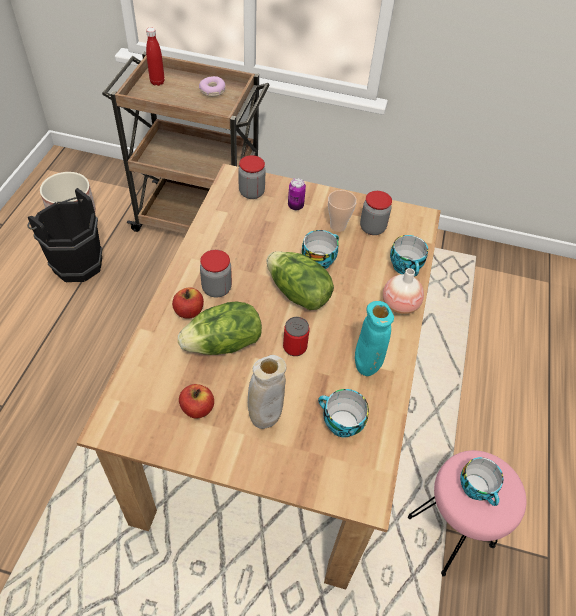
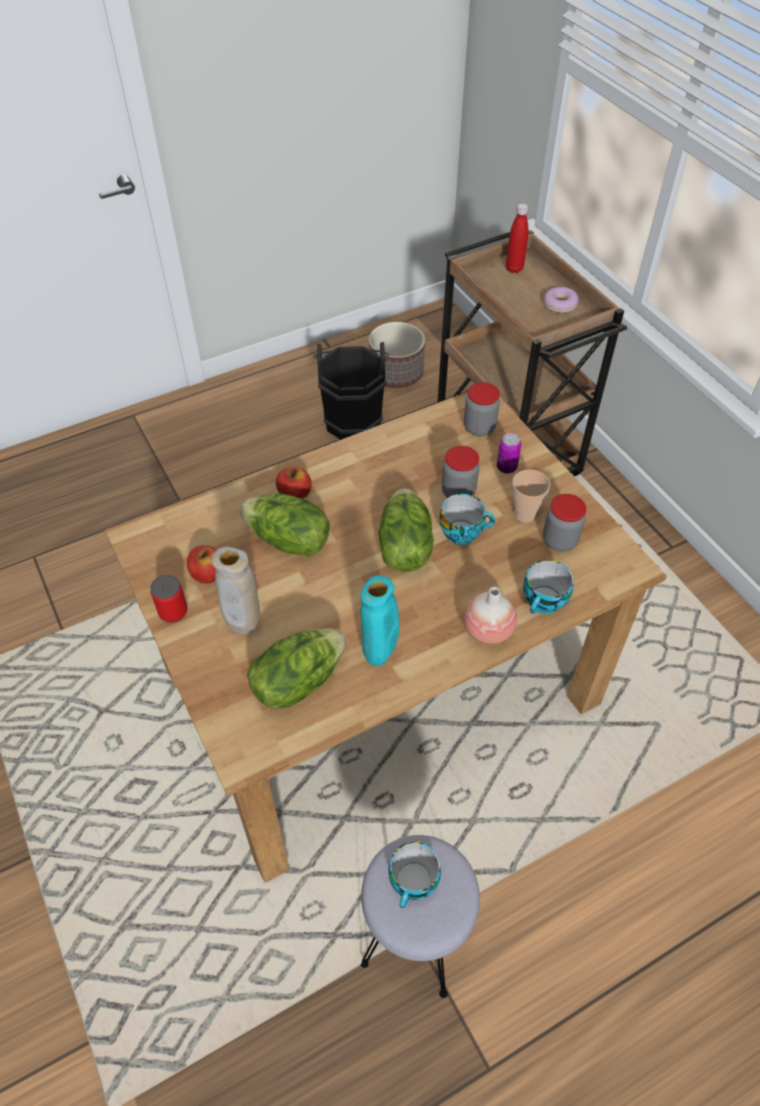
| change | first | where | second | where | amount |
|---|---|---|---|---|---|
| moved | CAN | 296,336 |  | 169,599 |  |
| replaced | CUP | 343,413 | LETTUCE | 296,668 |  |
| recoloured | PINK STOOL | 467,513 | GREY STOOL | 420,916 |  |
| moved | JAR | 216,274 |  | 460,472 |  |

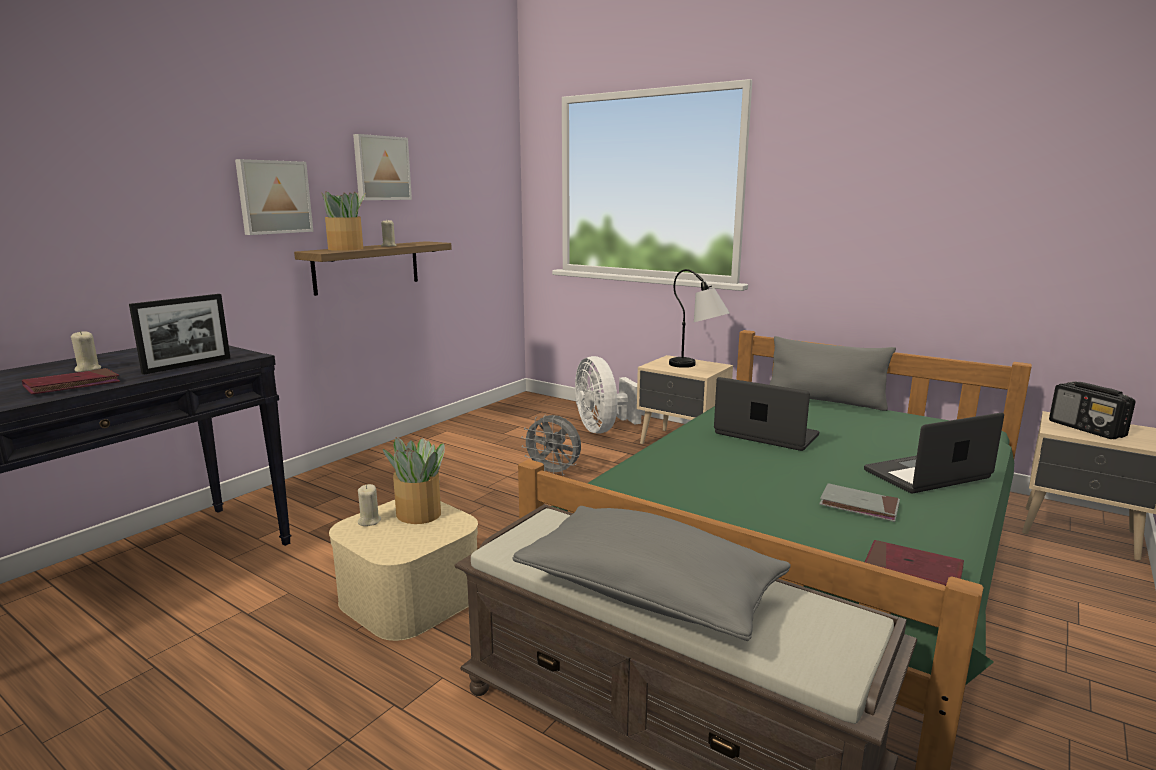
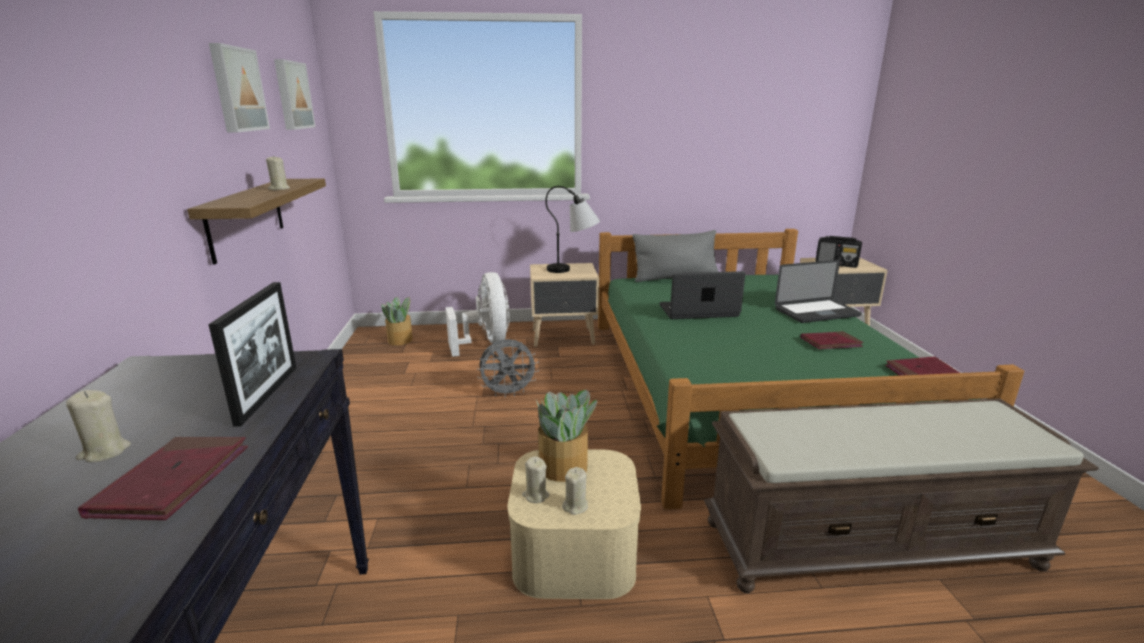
| change | first | where | second | where | amount |
|---|---|---|---|---|---|
| moved | PICTURE | 274,197 |  | 294,94 |  |
| moved | POTTED PLANT | 343,221 |  | 397,321 |  |
| turned | WHITE FAN | 608,394 |  | 477,314 | 135 degrees counterclockwise |
| added |  |  | BEIGE CANDLE | 575,491 |  |
| turned | LAPTOP | 934,453 |  | 818,291 | 135 degrees counterclockwise |
| recoloured | GREY BOOK | 859,502 | RED BOOK | 832,340 |  |
| removed | GREY PILLOW | 651,573 |  |  |  |

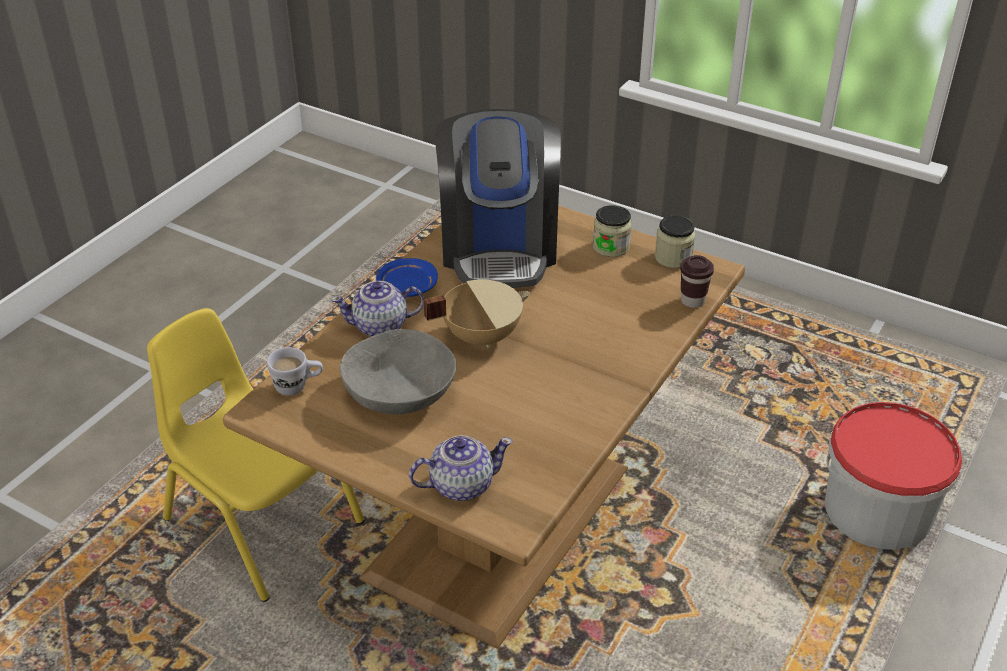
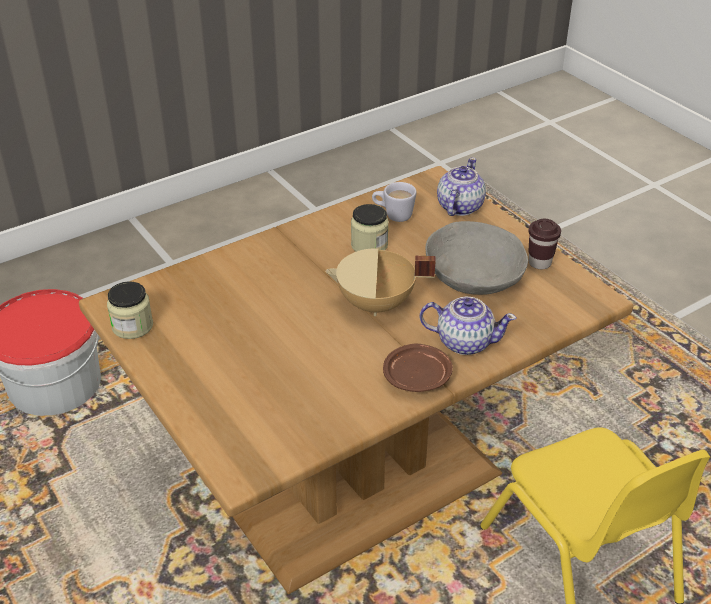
| change | first | where | second | where | amount |
|---|---|---|---|---|---|
| moved | JAR | 612,231 |  | 370,228 |  |
| moved | WHITE MUG | 295,371 |  | 394,202 |  |
| recoloured | BLUE PLATE | 407,277 | BROWN PLATE | 418,367 |  |
| turned | TEAPOT | 461,468 |  | 461,186 | 105 degrees clockwise |
| moved | BROWN CUP | 697,281 |  | 544,244 |  |
| removed | COFFEE MACHINE | 498,198 |  |  |  |

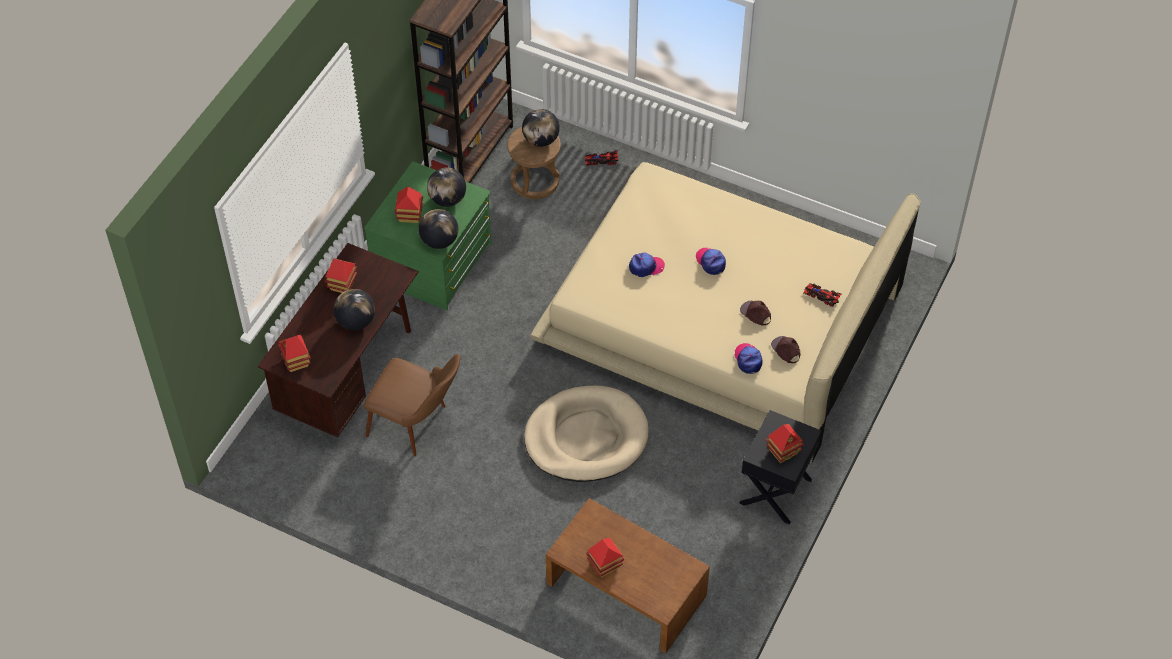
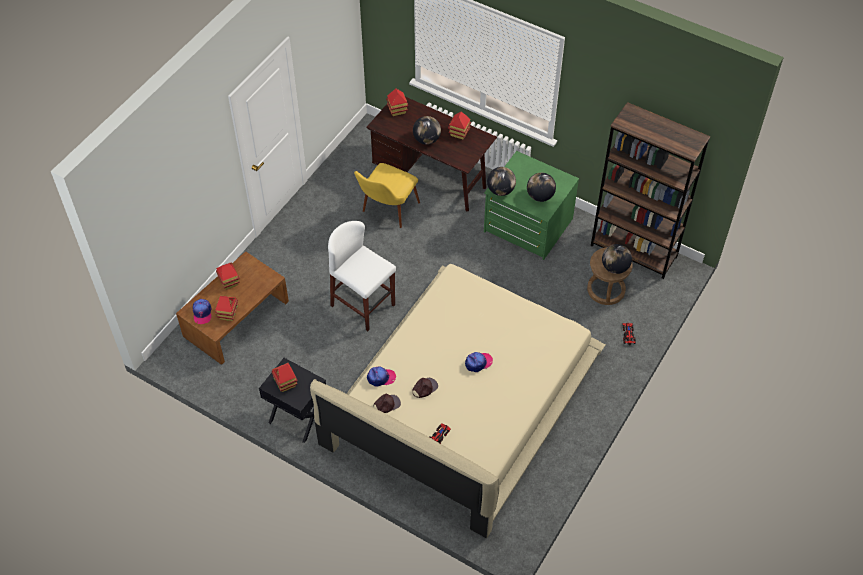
| change | first | where | second | where | amount |
|---|---|---|---|---|---|
| moved | CAP | 647,265 |  | 202,311 |  |
| moved | TOY HOUSE | 408,205 |  | 226,308 |  |
| replaced | BEIGE DOG BED | 586,434 | WHITE STOOL | 362,276 |  |
| recoloured | BROWN CHAIR | 412,405 | YELLOW CHAIR | 387,195 |  |

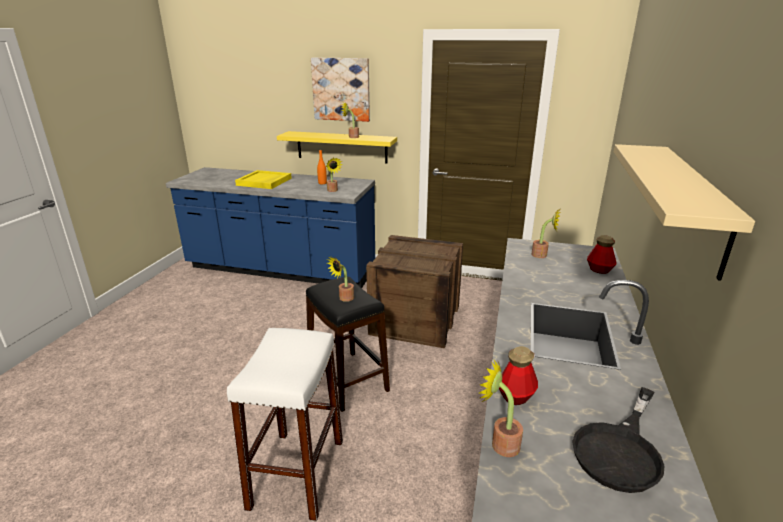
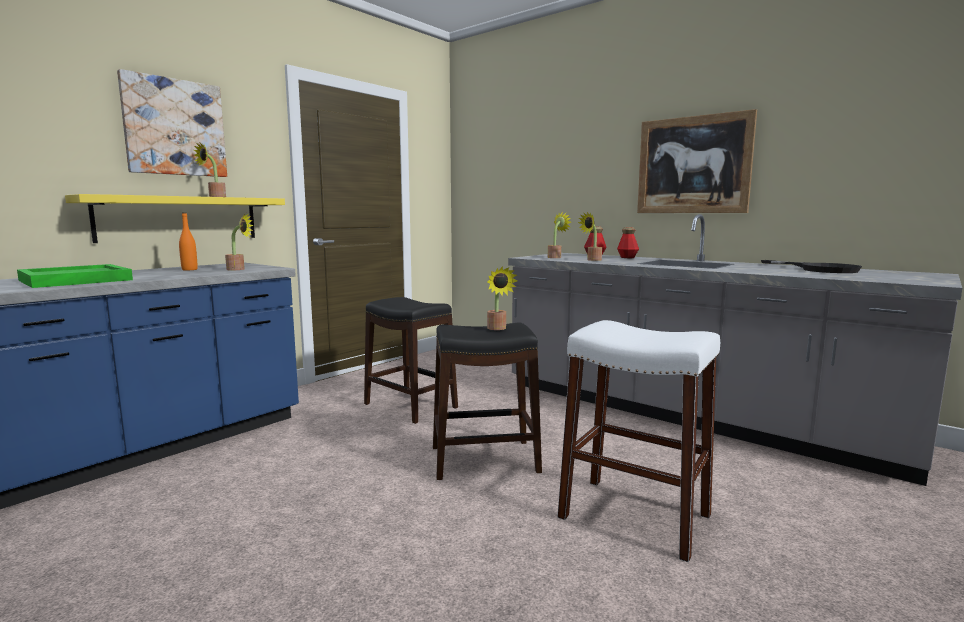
| change | first | where | second | where | amount |
|---|---|---|---|---|---|
| recoloured | YELLOW TRAY | 263,179 | GREEN TRAY | 75,276 |  |
| replaced | CRATE | 414,291 | BLACK STOOL | 411,360 |  |
| moved | POTTED PLANT | 501,408 |  | 590,236 |  |
| moved | BOTTLE | 518,375 |  | 628,242 |  |
| replaced | BEIGE SHELF | 684,212 | PICTURE | 697,161 |  |

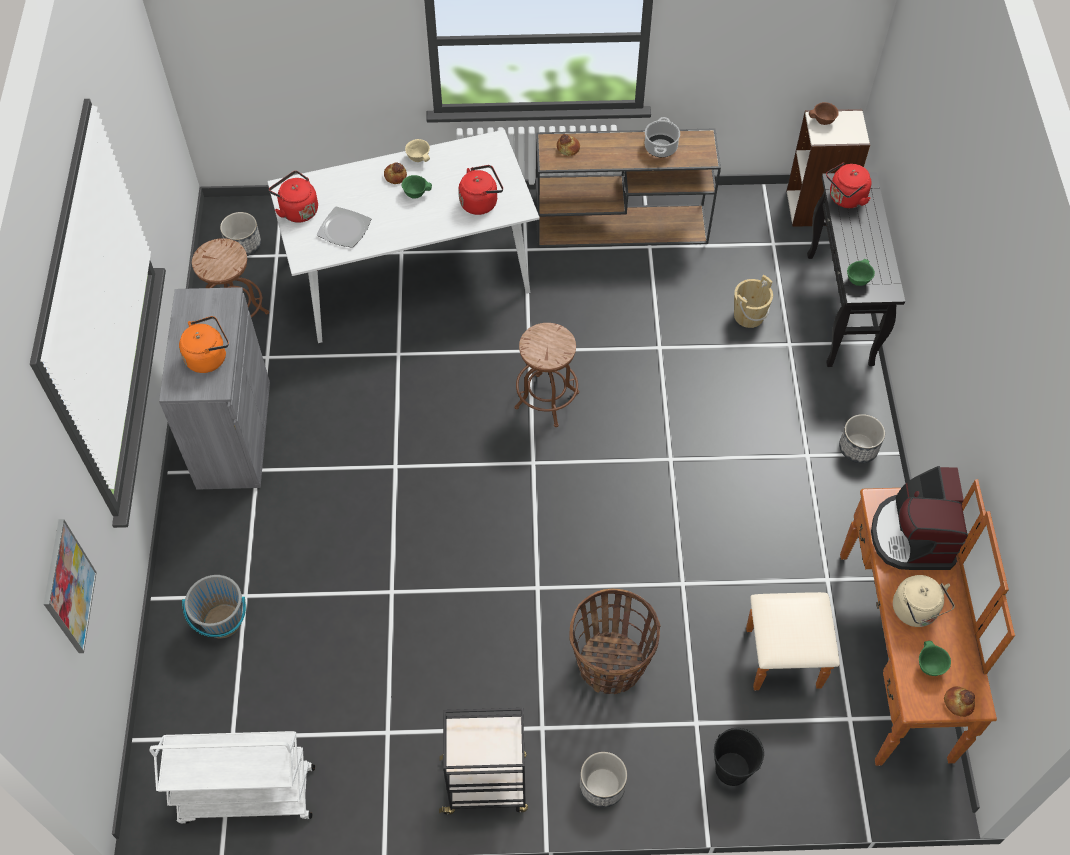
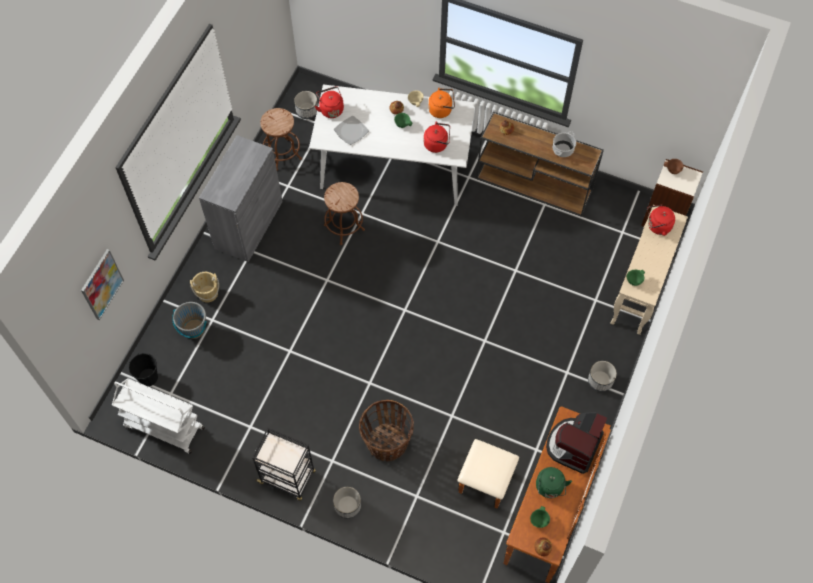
| change | first | where | second | where | amount |
|---|---|---|---|---|---|
| moved | BLACK BUCKET | 739,757 |  | 143,369 |  |
| moved | BEIGE BUCKET | 753,301 |  | 204,287 |  |
| moved | BROWN STOOL | 547,375 |  | 344,213 |  |
| moved | ORANGE KETTLE | 204,344 |  | 441,103 |  |
| recoloured | BEIGE KETTLE | 924,601 | GREEN KETTLE | 554,482 |  |
| recoloured | BLACK CONSOLE TABLE | 856,269 | BEIGE CONSOLE TABLE | 649,270 |  |

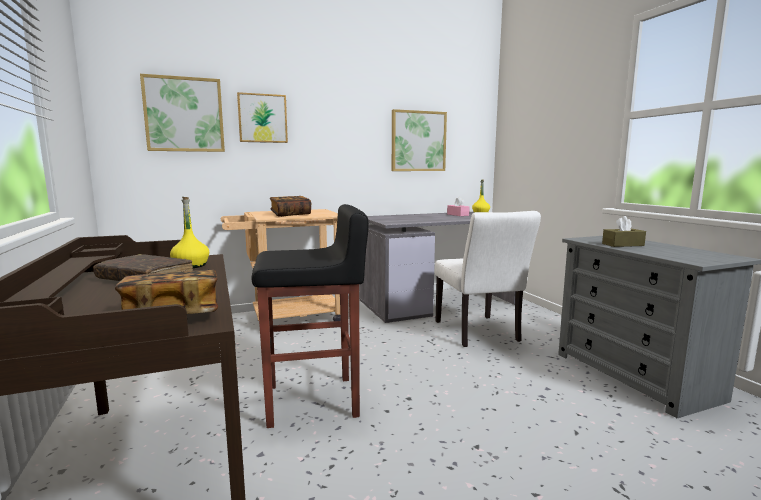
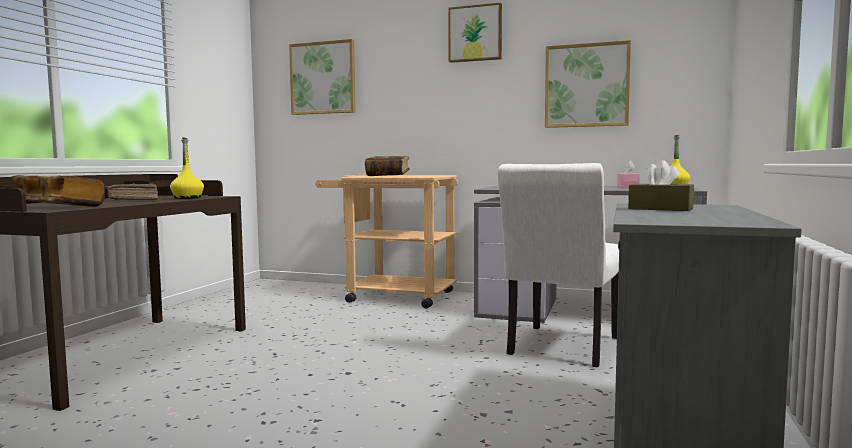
| change | first | where | second | where | amount |
|---|---|---|---|---|---|
| moved | PICTURE | 262,117 |  | 475,33 |  |
| removed | BLACK STOOL | 310,316 |  |  |  |

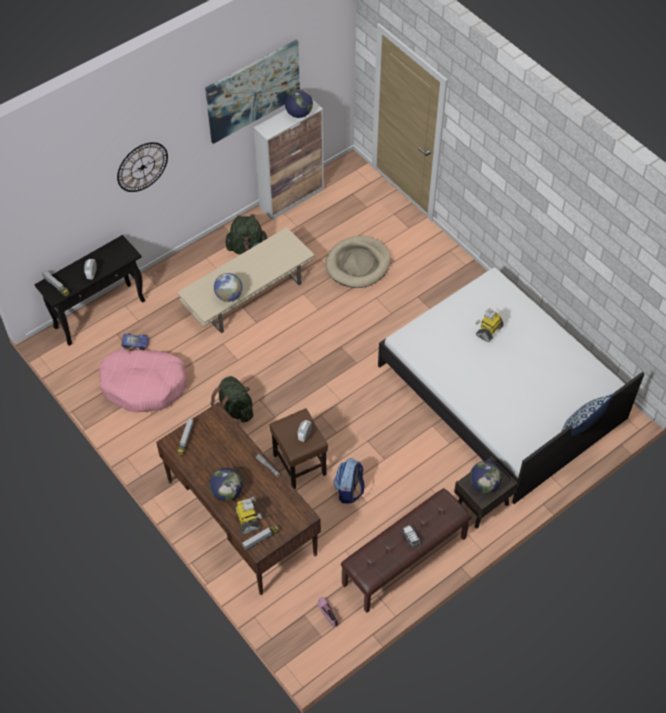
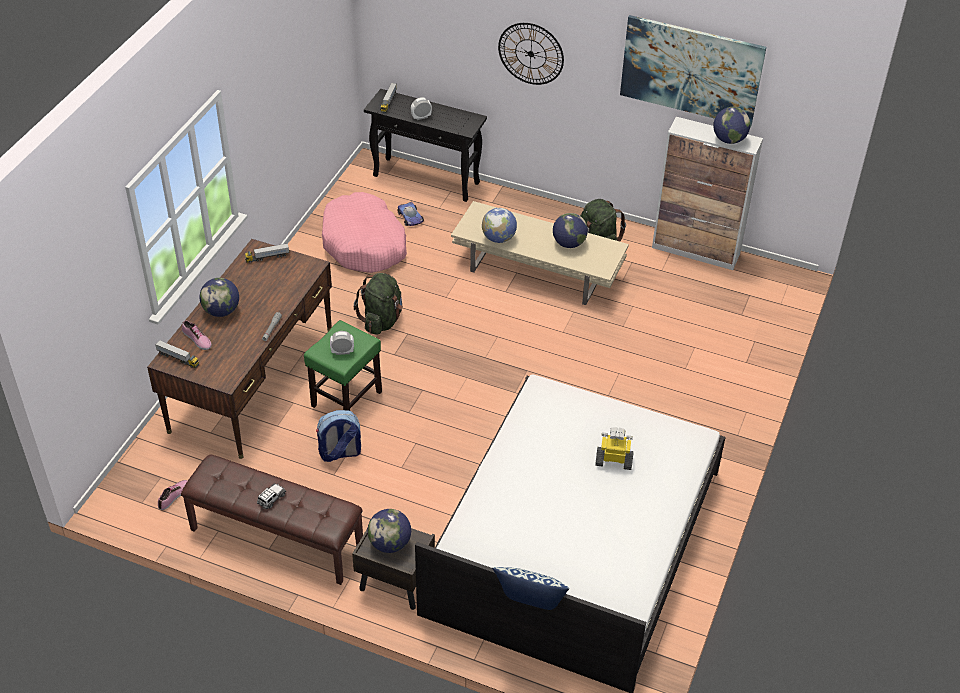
| change | first | where | second | where | amount |
|---|---|---|---|---|---|
| replaced | TOY ROBOT | 247,515 | SHOE | 197,335 |  |
| recoloured | BROWN STOOL | 299,448 | GREEN STOOL | 343,365 |  |
| added |  |  | GLOBE | 570,230 |  |
| removed | BEIGE DOG BED | 358,262 |  |  |  |

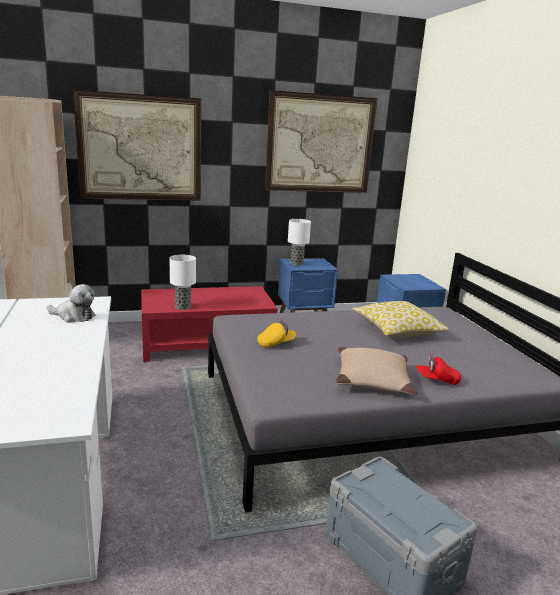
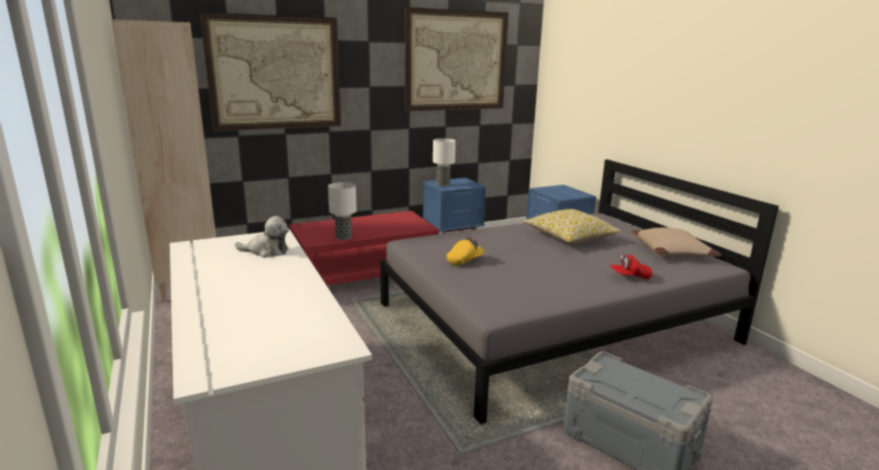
| change | first | where | second | where | amount |
|---|---|---|---|---|---|
| moved | BEIGE PILLOW | 376,370 |  | 676,242 |  |

